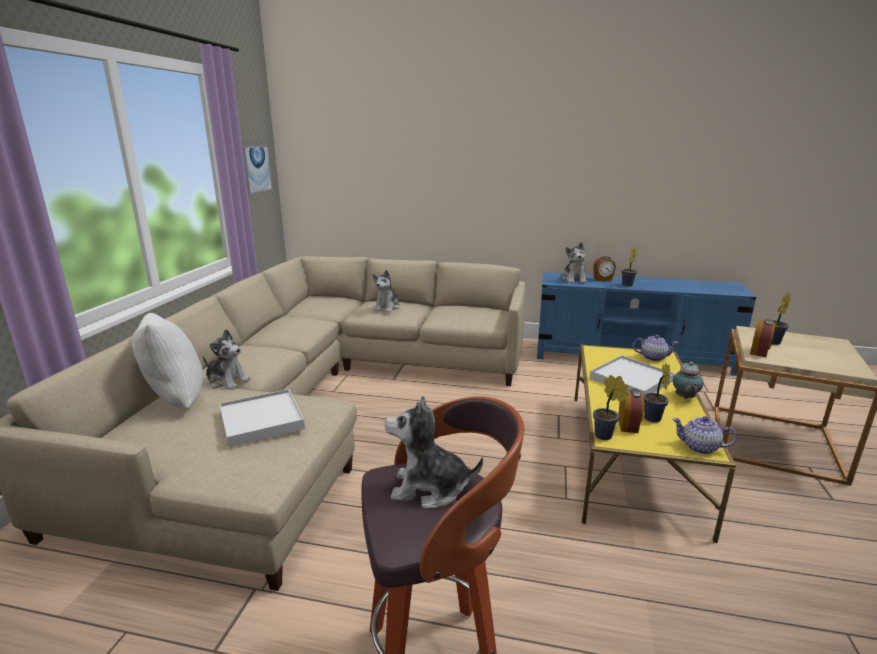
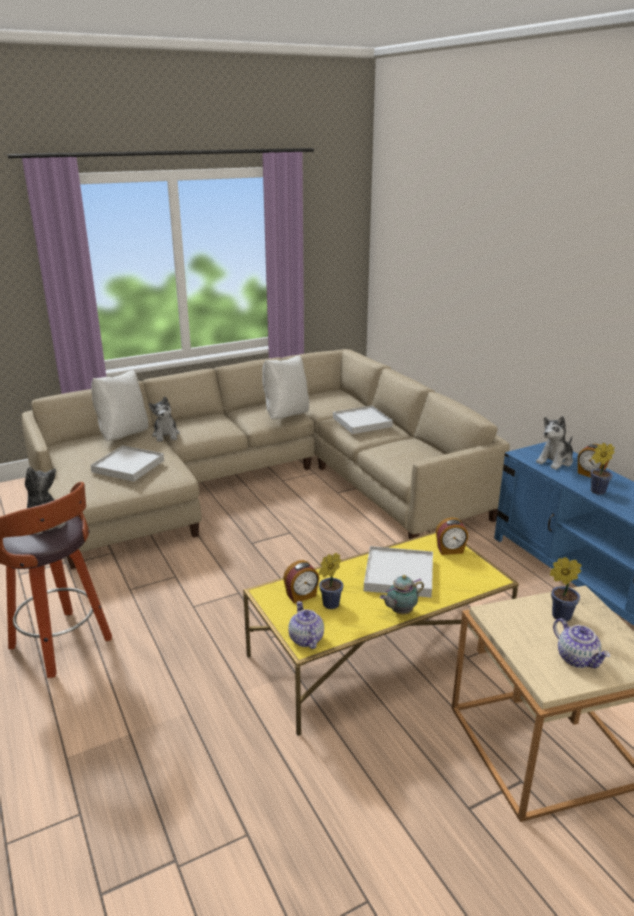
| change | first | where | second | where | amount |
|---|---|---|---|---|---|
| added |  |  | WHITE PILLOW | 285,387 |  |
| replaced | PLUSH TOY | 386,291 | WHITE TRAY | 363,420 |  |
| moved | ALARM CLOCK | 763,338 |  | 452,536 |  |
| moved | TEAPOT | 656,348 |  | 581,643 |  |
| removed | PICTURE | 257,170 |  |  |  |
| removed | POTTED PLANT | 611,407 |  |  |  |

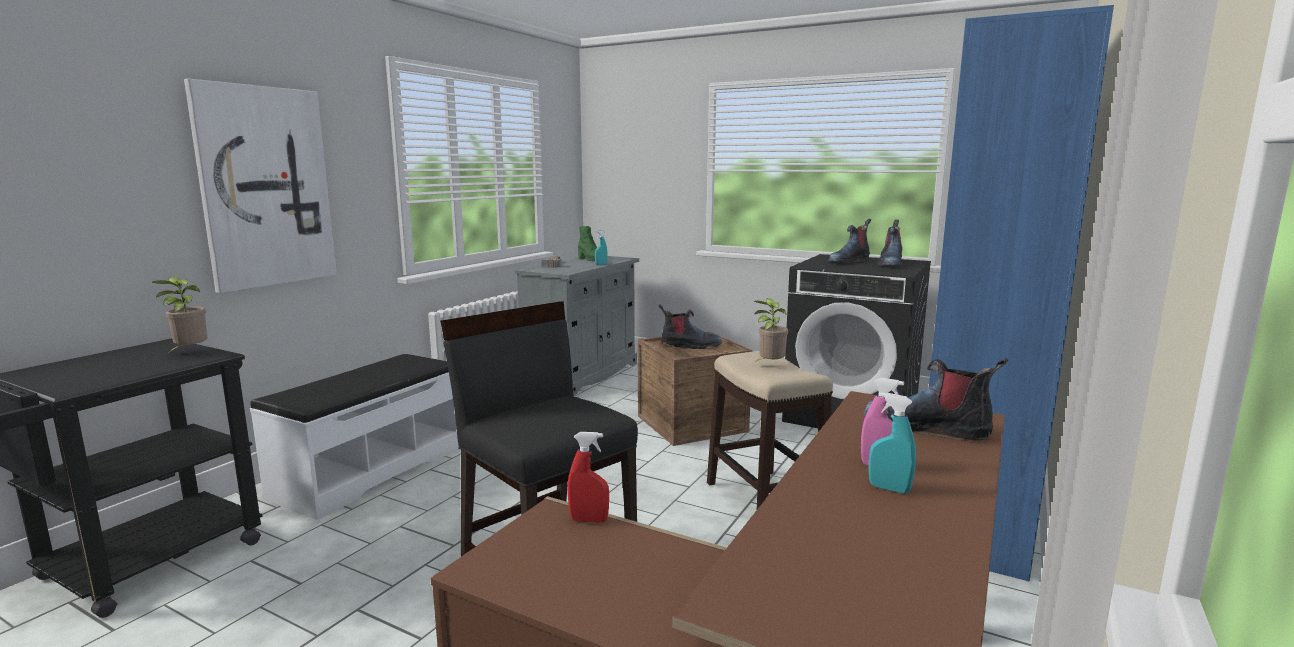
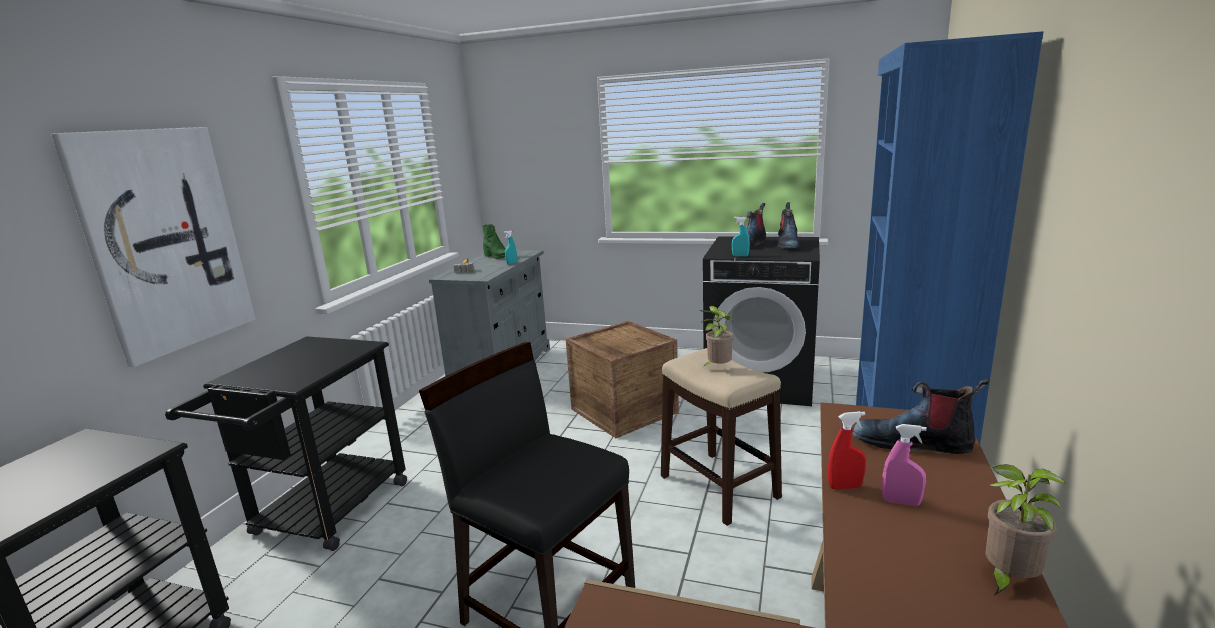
| change | first | where | second | where | amount |
|---|---|---|---|---|---|
| replaced | WHITE BENCH | 354,437 | BLACK CART | 286,443 |  |
| moved | TURQUOISE SPRAY BOTTLE | 892,443 |  | 741,237 |  |
| moved | RED SPRAY BOTTLE | 588,477 |  | 847,450 |  |
| moved | POTTED PLANT | 179,314 |  | 1025,530 |  |
| removed | BOOT | 690,326 |  |  |  |

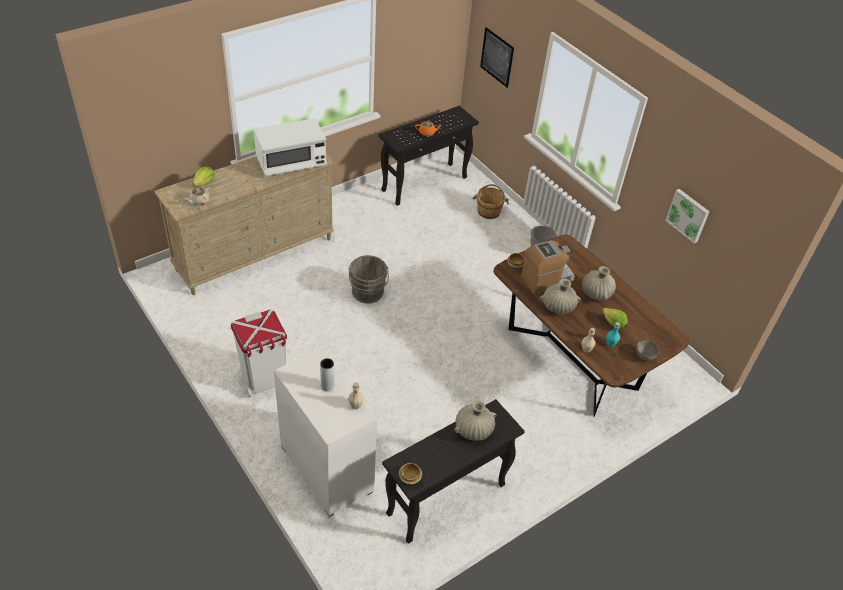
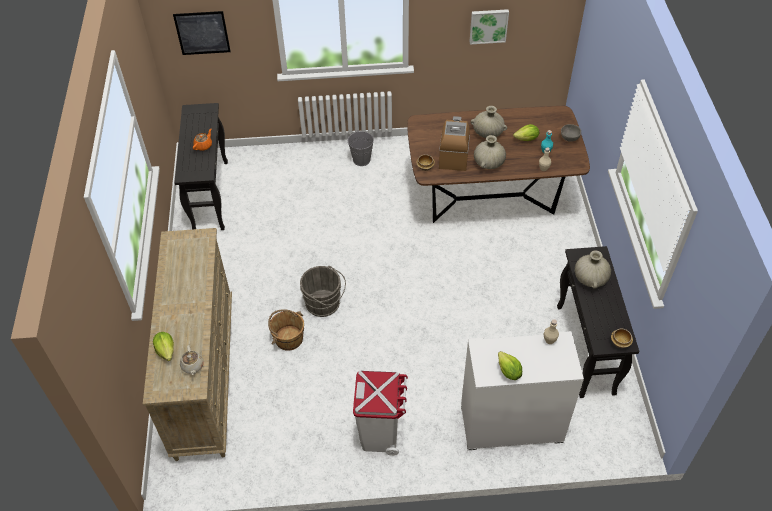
| change | first | where | second | where | amount |
|---|---|---|---|---|---|
| moved | BROWN BUCKET | 490,201 |  | 286,330 |  |
| added |  |  | LETTUCE | 510,365 |  |
| removed | WHITE MICROWAVE | 290,147 |  |  |  |
| removed | GREY VASE | 327,375 |  |  |  |

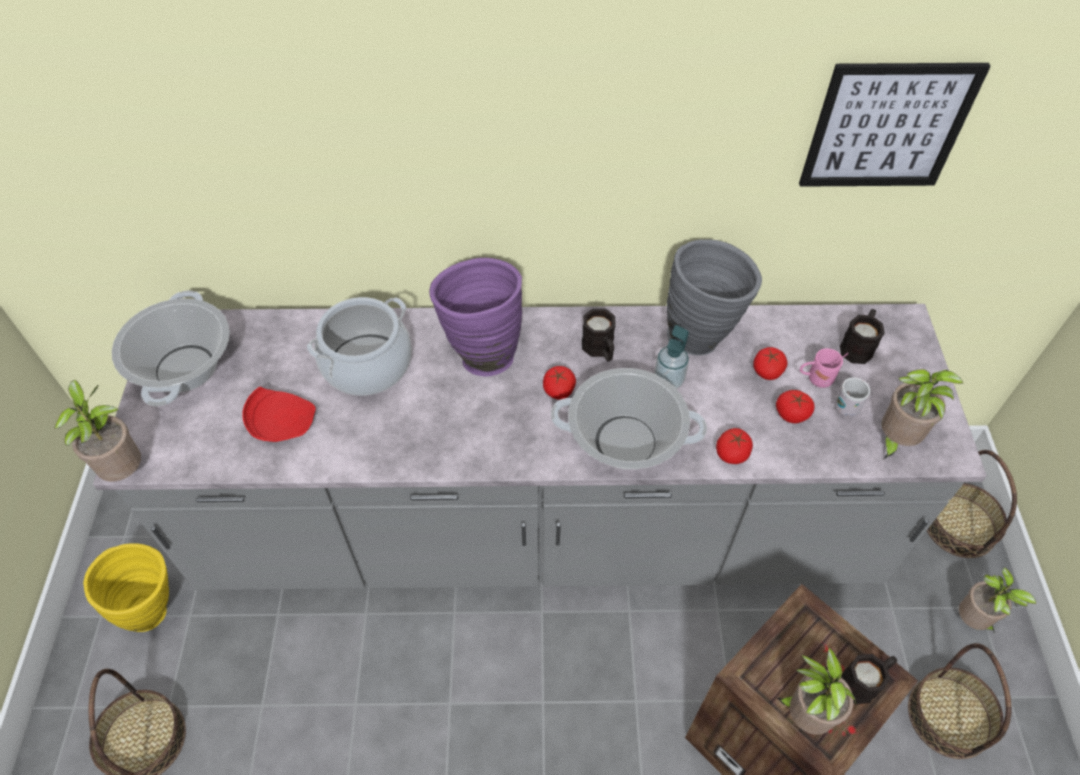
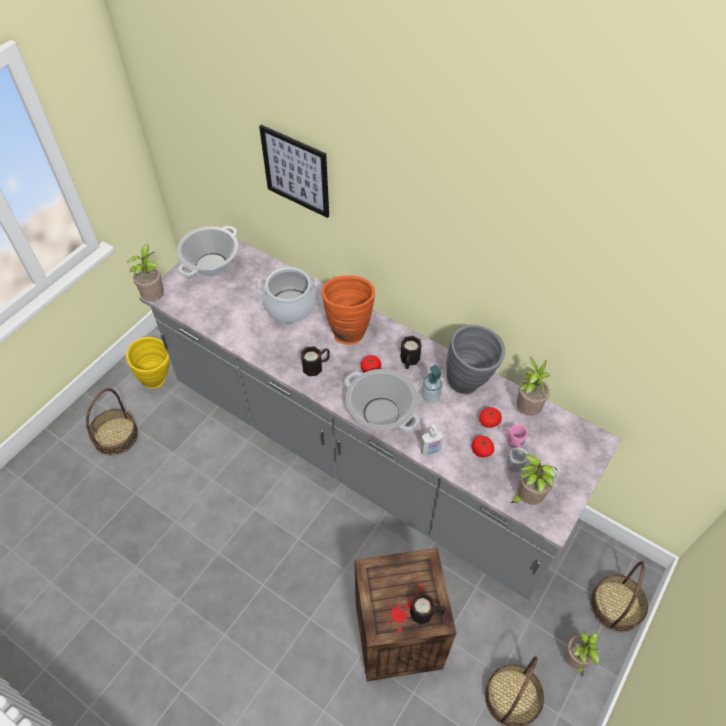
| change | first | where | second | where | amount |
|---|---|---|---|---|---|
| moved | PICTURE | 895,125 |  | 294,171 |  |
| moved | BLACK MUG | 862,336 |  | 315,361 |  |
| recoloured | PURPLE VASE | 475,317 | ORANGE VASE | 348,310 |  |
| replaced | TOMATO | 734,446 | SOAP DISPENSER | 431,440 |  |
| moved | POTTED PLANT | 816,691 |  | 533,386 |  |
| removed | RED PLATE | 279,414 |  |  |  |

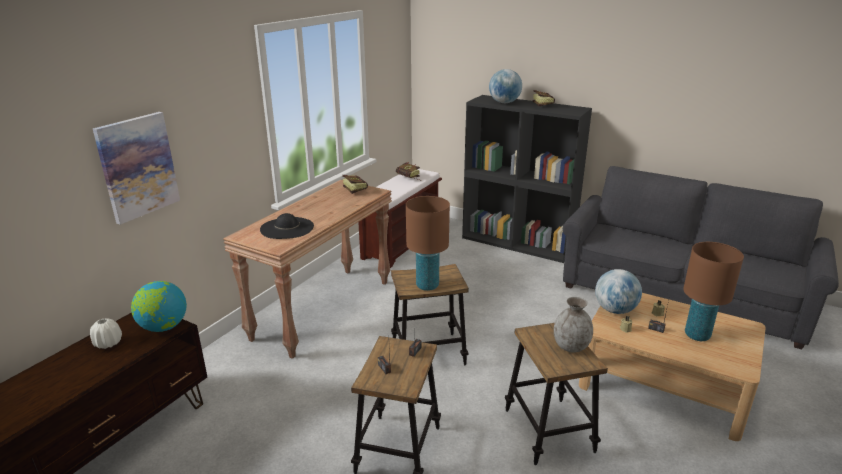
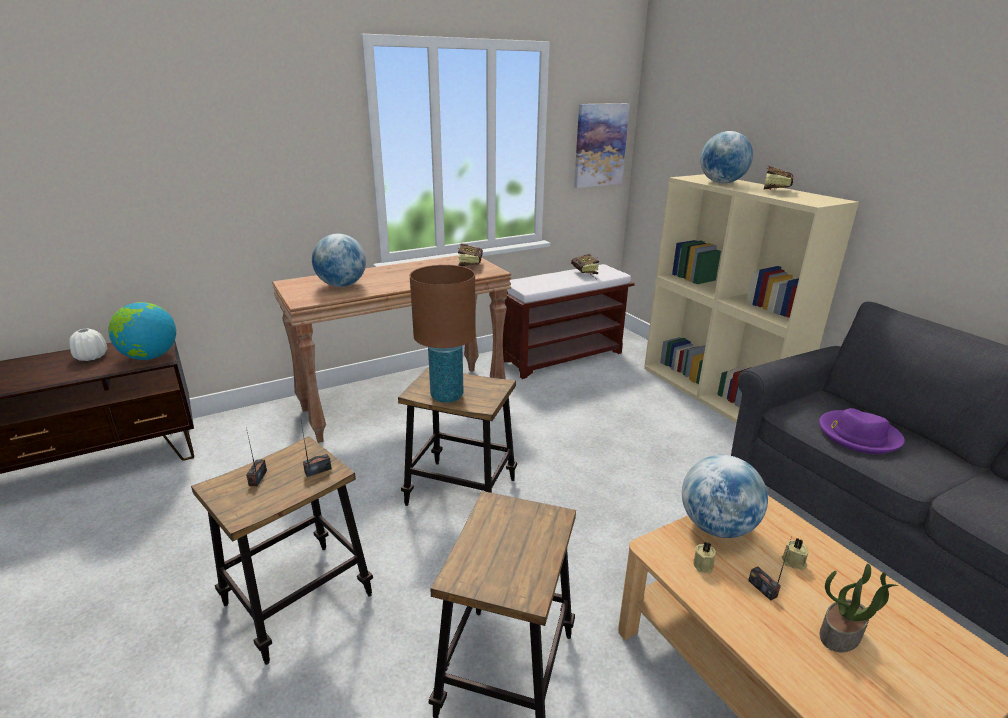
| change | first | where | second | where | amount |
|---|---|---|---|---|---|
| replaced | BLACK HAT | 287,226 | GLOBE | 339,260 |  |
| moved | PICTURE | 136,168 |  | 602,145 |  |
| recoloured | BLACK BOOKCASE | 527,179 | BEIGE BOOKCASE | 751,298 |  |
| added |  |  | PURPLE HAT | 862,431 |  |
| replaced | BROWN TABLE LAMP | 713,291 | POTTED PLANT | 859,608 |  |
| removed | GREY VASE | 573,325 |  |  |  |

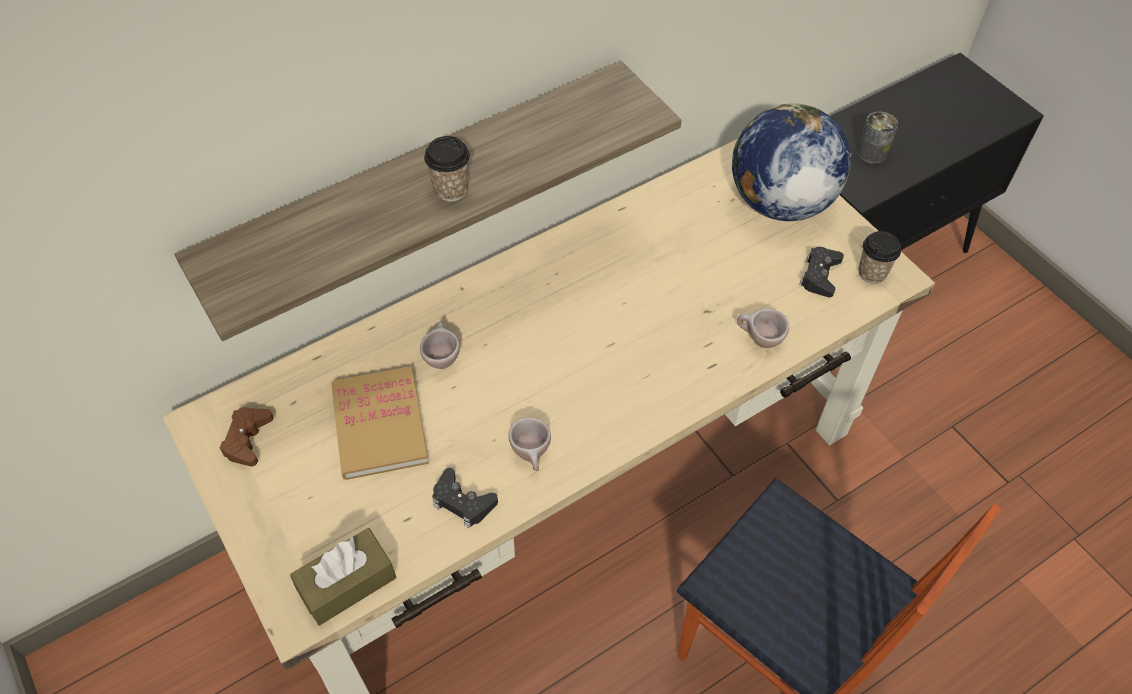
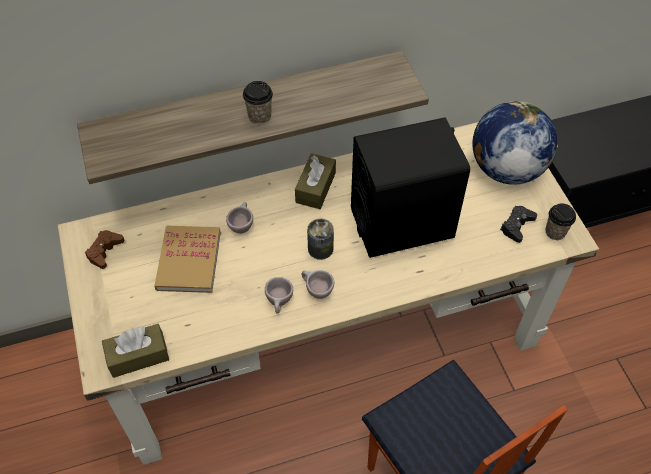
| change | first | where | second | where | amount |
|---|---|---|---|---|---|
| added |  |  | BROWN TISSUE BOX | 315,181 |  |
| moved | BEIGE CUP | 763,328 |  | 318,284 |  |
| moved | CAN | 877,138 |  | 320,239 |  |
| added |  |  | BLACK SPEAKER | 410,187 |  |
| removed | BLACK GAME CONTROLLER | 465,498 |  |  |  |

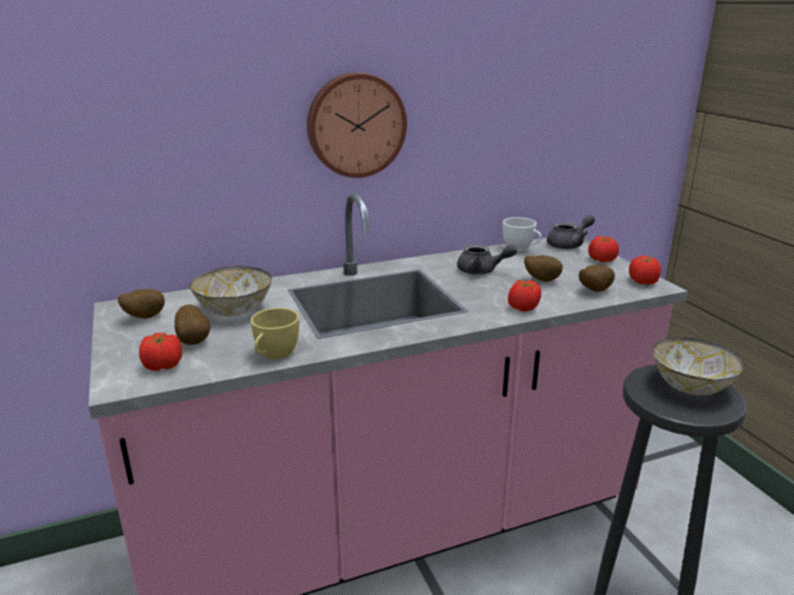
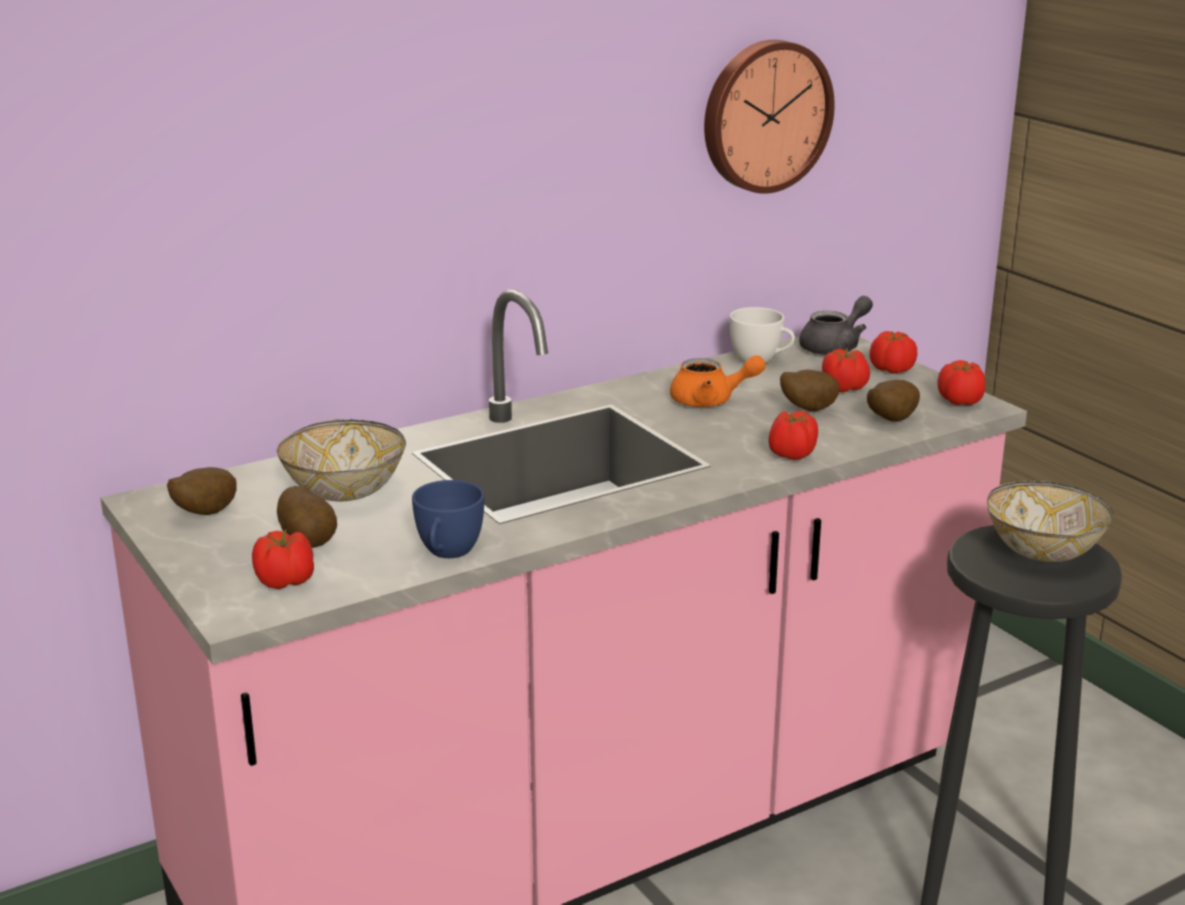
| change | first | where | second | where | amount |
|---|---|---|---|---|---|
| recoloured | YELLOW CUP | 275,334 | BLUE CUP | 448,519 |  |
| recoloured | GREY TEAPOT | 487,259 | ORANGE TEAPOT | 718,381 |  |
| moved | WALL CLOCK | 357,125 |  | 769,117 |  |
| added |  |  | TOMATO | 846,370 |  |

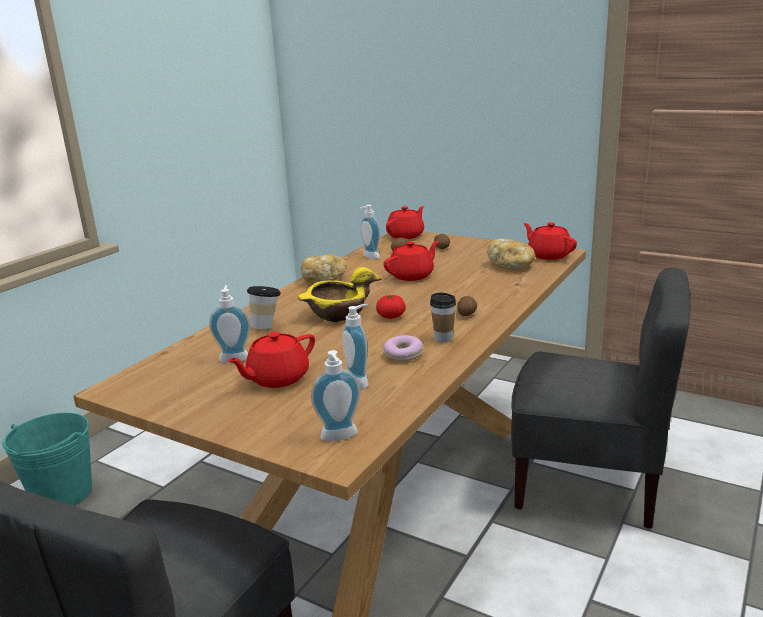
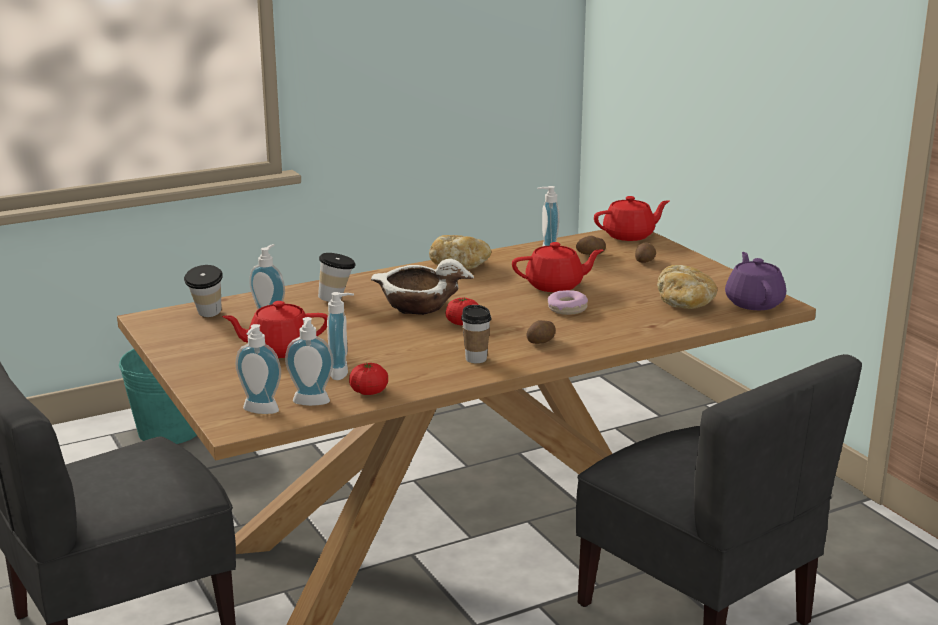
| change | first | where | second | where | amount |
|---|---|---|---|---|---|
| added |  |  | CUP | 203,291 |  |
| added |  |  | SOAP DISPENSER | 309,361 |  |
| added |  |  | TOMATO | 368,379 |  |
| recoloured | YELLOW BOWL | 340,294 | WHITE BOWL | 422,287 |  |
| moved | DONUT | 403,348 |  | 568,302 |  |
| recoloured | RED TEAPOT | 550,241 | PURPLE TEAPOT | 755,281 |  |

